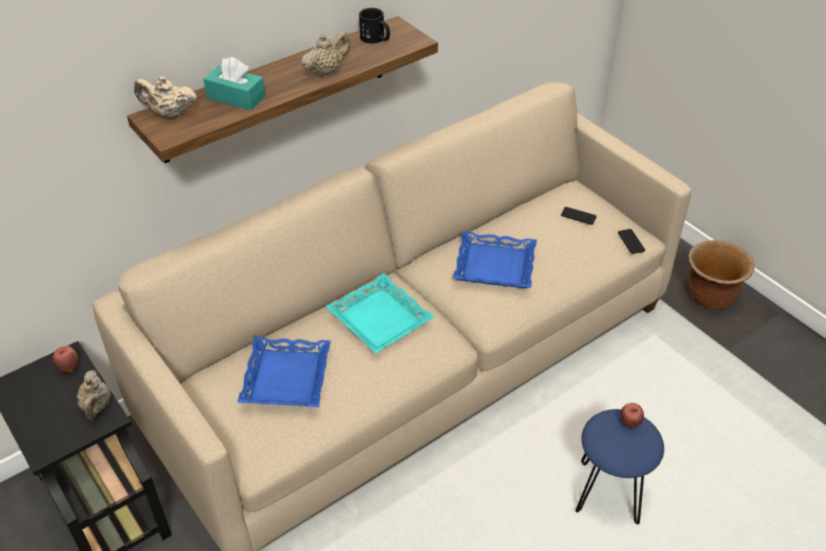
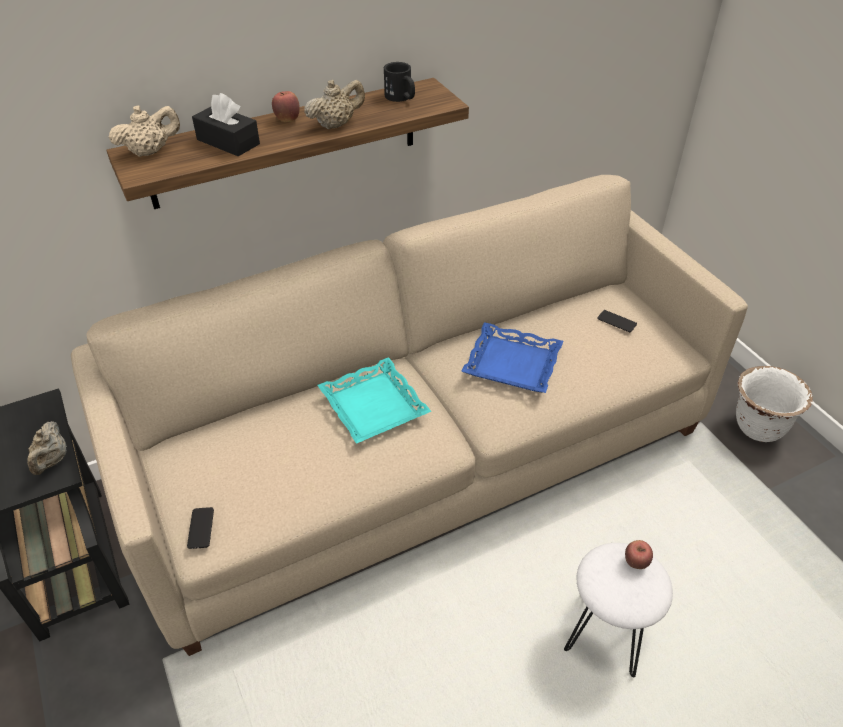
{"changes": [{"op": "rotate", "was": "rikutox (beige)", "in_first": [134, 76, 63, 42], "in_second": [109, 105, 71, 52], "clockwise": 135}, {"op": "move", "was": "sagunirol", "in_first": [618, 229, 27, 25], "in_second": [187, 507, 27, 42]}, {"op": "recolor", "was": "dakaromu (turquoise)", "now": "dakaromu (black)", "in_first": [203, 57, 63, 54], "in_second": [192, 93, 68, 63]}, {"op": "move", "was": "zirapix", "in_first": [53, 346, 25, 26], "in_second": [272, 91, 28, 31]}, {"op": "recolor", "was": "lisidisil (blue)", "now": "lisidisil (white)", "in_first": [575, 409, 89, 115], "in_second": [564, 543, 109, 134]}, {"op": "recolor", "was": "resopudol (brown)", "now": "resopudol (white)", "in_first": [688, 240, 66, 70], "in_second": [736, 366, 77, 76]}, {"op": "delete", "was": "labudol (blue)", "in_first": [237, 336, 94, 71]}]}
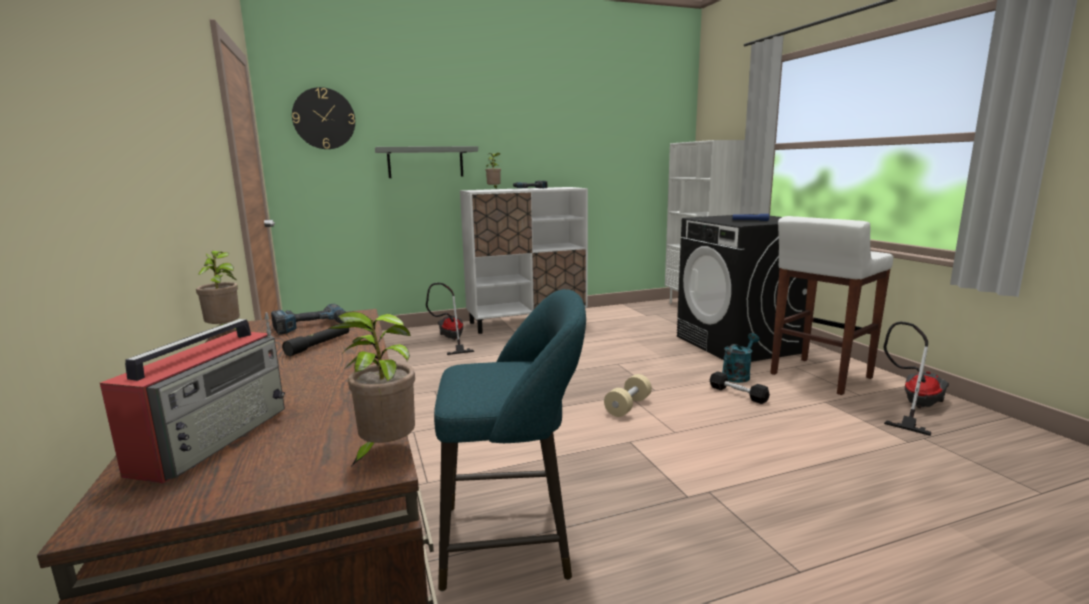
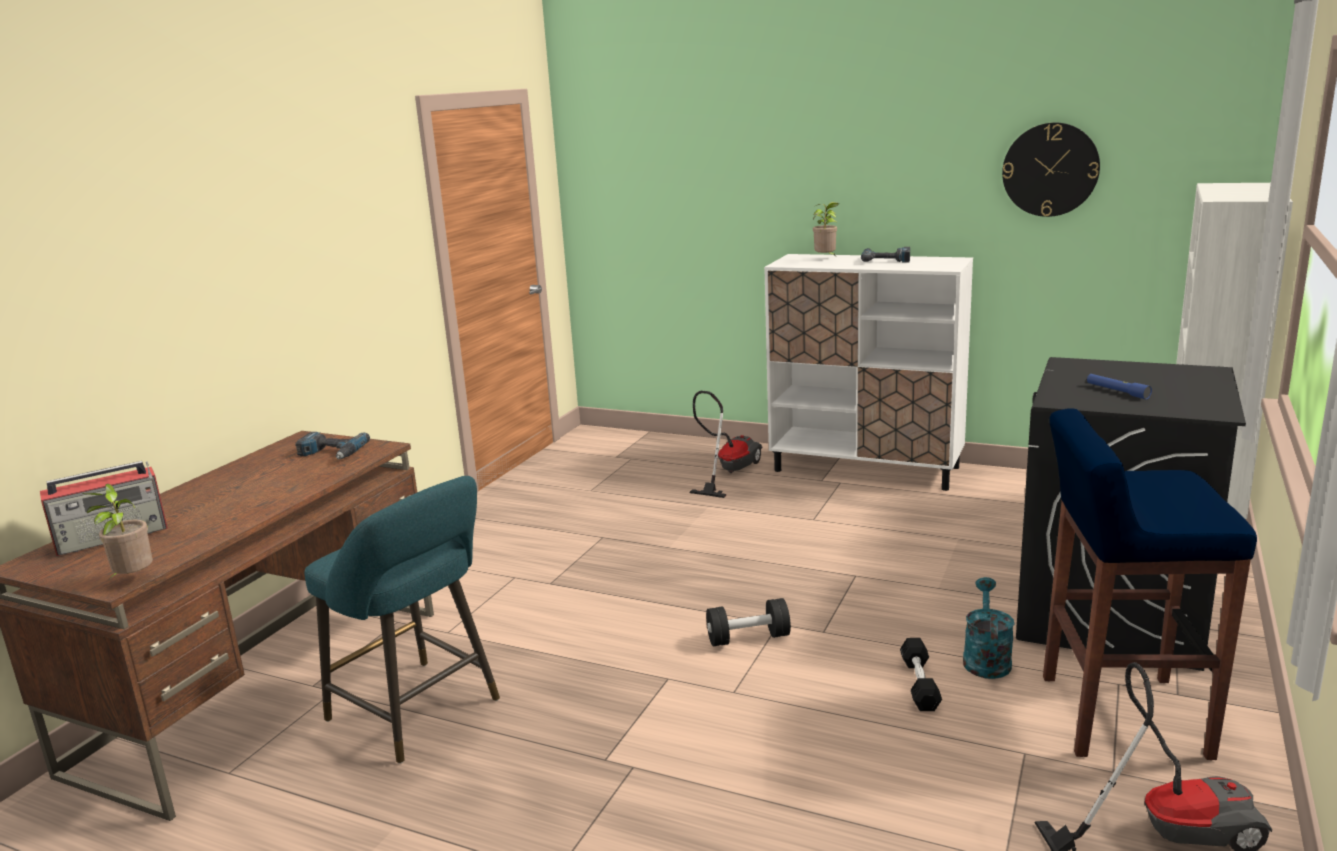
{"changes": [{"op": "recolor", "was": "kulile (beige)", "now": "kulile (black)", "in_first": [604, 374, 48, 43], "in_second": [706, 598, 85, 48]}, {"op": "rotate", "was": "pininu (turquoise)", "in_first": [722, 333, 38, 50], "in_second": [963, 577, 52, 102], "clockwise": -75}, {"op": "move", "was": "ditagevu", "in_first": [292, 87, 63, 62], "in_second": [1002, 123, 98, 94]}, {"op": "recolor", "was": "lisidisil (white)", "now": "lisidisil (blue)", "in_first": [770, 216, 123, 179], "in_second": [1043, 408, 214, 352]}, {"op": "delete", "was": "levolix", "in_first": [196, 251, 44, 78]}, {"op": "delete", "was": "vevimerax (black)", "in_first": [282, 328, 67, 28]}, {"op": "delete", "was": "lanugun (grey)", "in_first": [375, 146, 103, 32]}]}
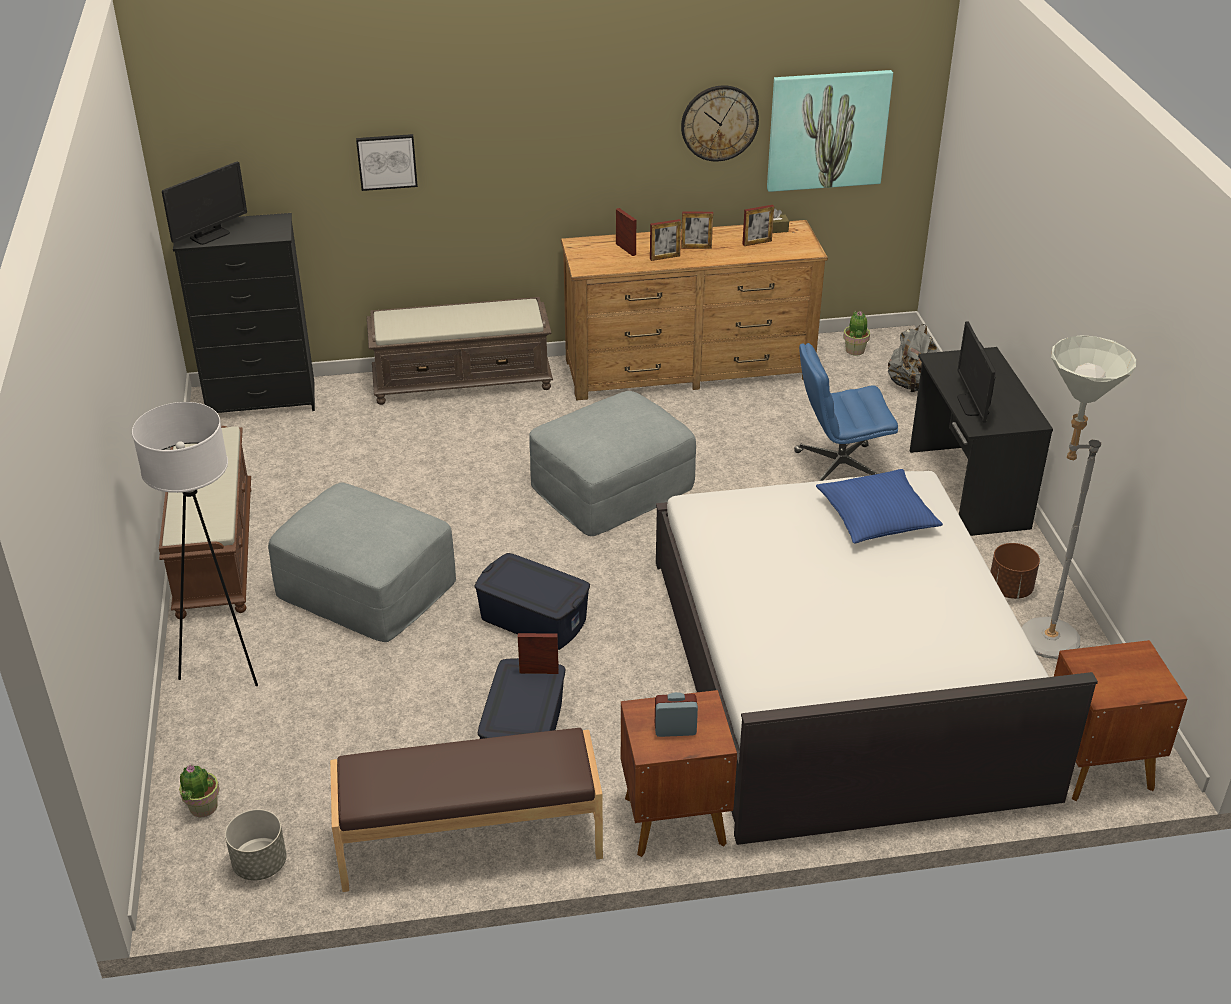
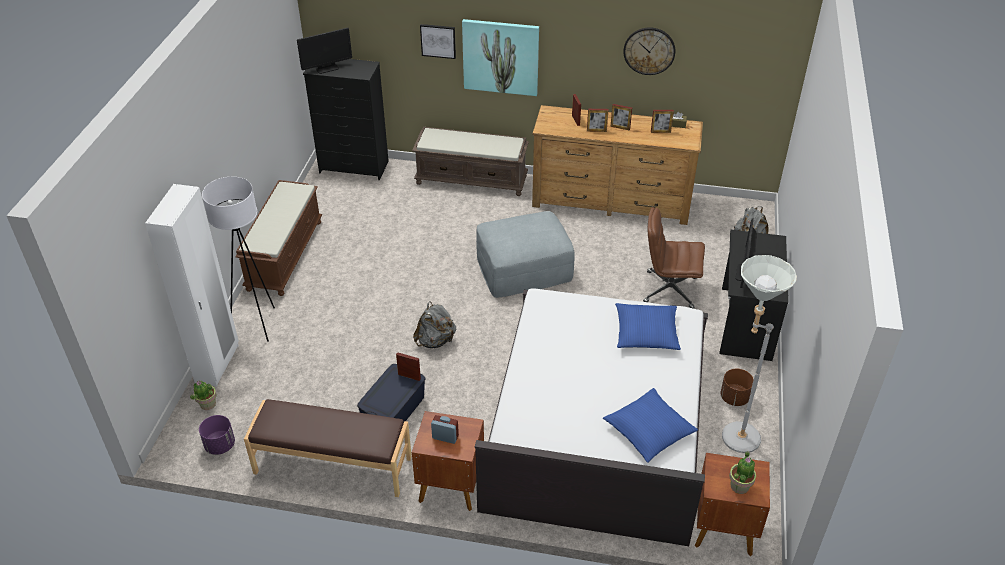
{"changes": [{"op": "insert", "now": "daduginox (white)", "in_second": [145, 184, 94, 202]}, {"op": "recolor", "was": "resopudol (grey)", "now": "resopudol (purple)", "in_first": [225, 809, 62, 72], "in_second": [199, 415, 36, 40]}, {"op": "replace", "was": "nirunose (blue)", "now": "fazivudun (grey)", "in_first": [474, 553, 116, 97], "in_second": [413, 301, 43, 47]}, {"op": "move", "was": "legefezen", "in_first": [767, 70, 126, 122], "in_second": [462, 19, 77, 77]}, {"op": "insert", "now": "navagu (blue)", "in_second": [603, 388, 95, 75]}, {"op": "recolor", "was": "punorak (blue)", "now": "punorak (brown)", "in_first": [794, 343, 104, 138], "in_second": [643, 207, 62, 102]}, {"op": "move", "was": "levolix", "in_first": [843, 310, 27, 46], "in_second": [729, 451, 27, 43]}, {"op": "delete", "was": "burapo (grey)", "in_first": [268, 482, 188, 160]}]}
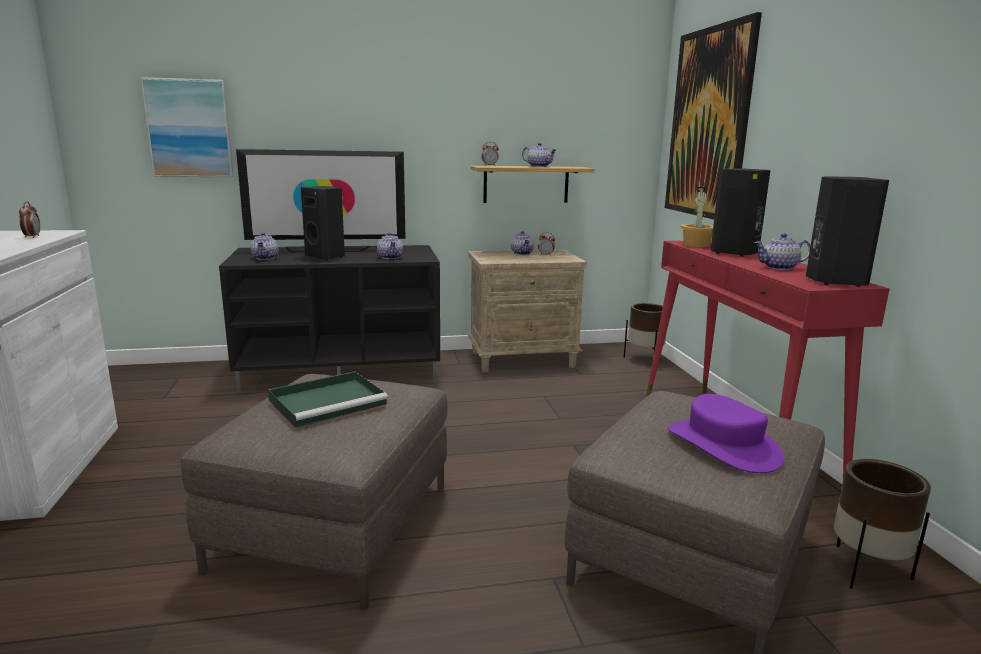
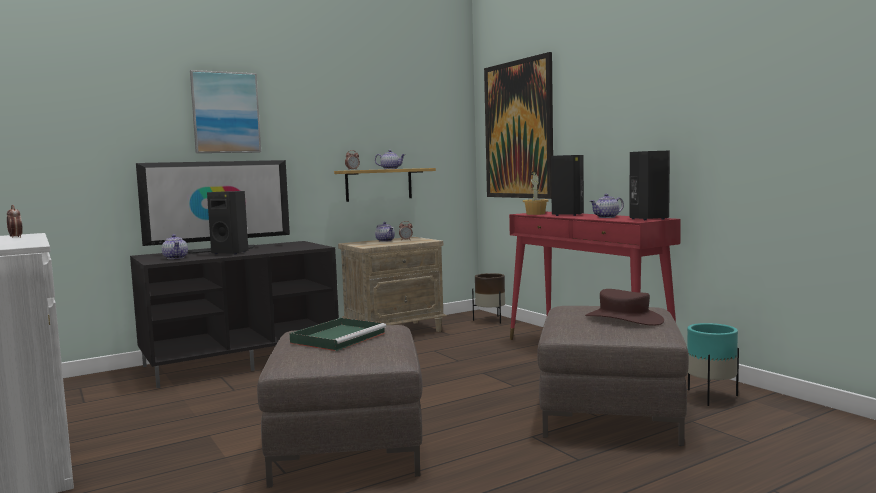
{"changes": [{"op": "move", "was": "legefezen", "in_first": [140, 77, 94, 100], "in_second": [190, 70, 71, 83]}, {"op": "recolor", "was": "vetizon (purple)", "now": "vetizon (brown)", "in_first": [668, 394, 116, 79], "in_second": [585, 289, 79, 37]}, {"op": "recolor", "was": "resopudol (brown)", "now": "resopudol (turquoise)", "in_first": [834, 459, 97, 130], "in_second": [687, 323, 52, 83]}, {"op": "delete", "was": "rikutox", "in_first": [377, 232, 26, 27]}]}
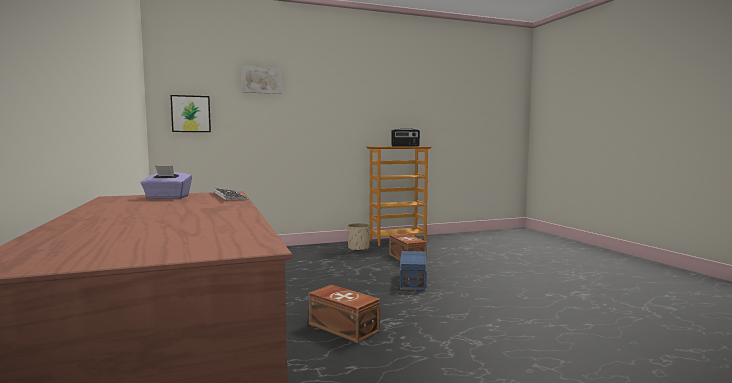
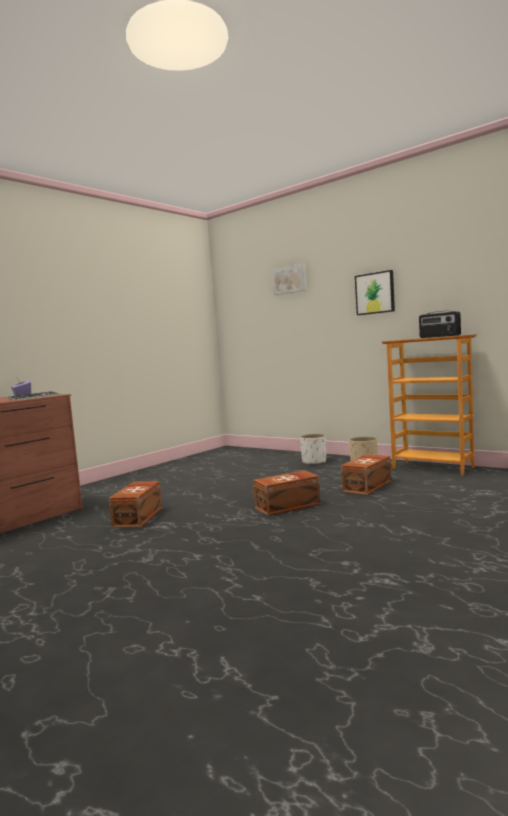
{"changes": [{"op": "recolor", "was": "nirunose (blue)", "now": "nirunose (brown)", "in_first": [400, 251, 27, 39], "in_second": [253, 471, 68, 45]}, {"op": "insert", "now": "resopudol (white)", "in_second": [300, 434, 26, 31]}, {"op": "move", "was": "legefezen", "in_first": [170, 95, 41, 37], "in_second": [355, 270, 40, 45]}]}
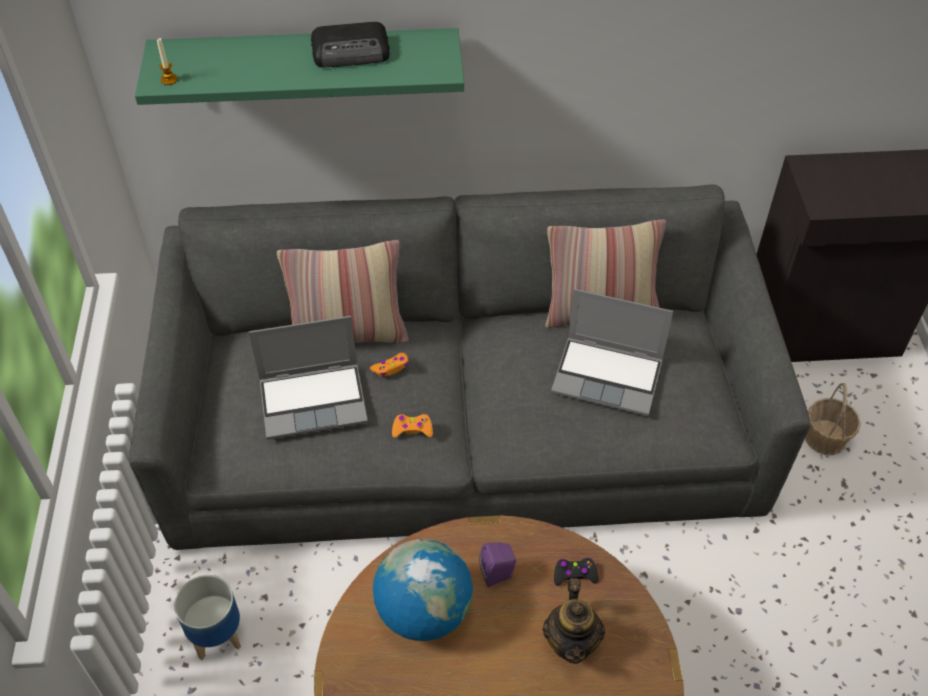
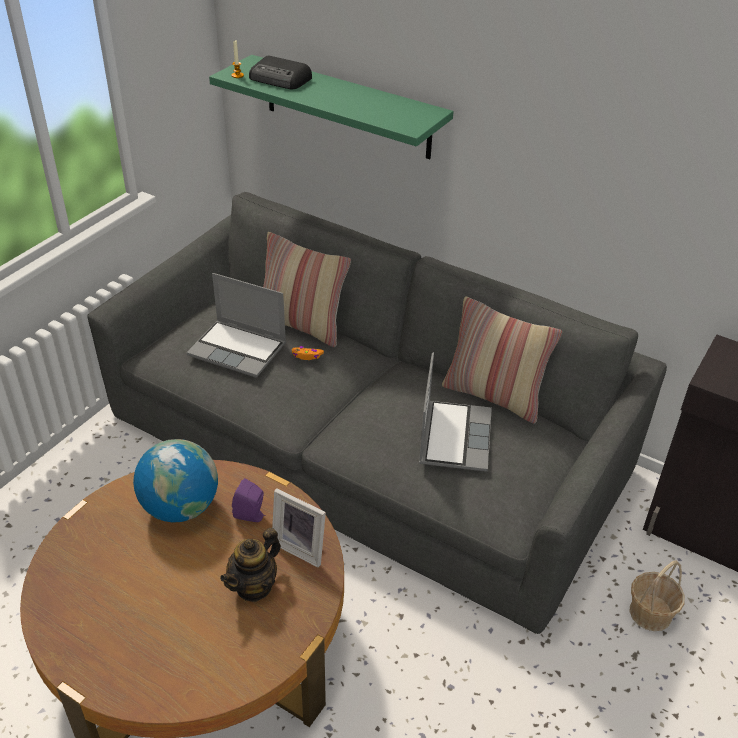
{"changes": [{"op": "move", "was": "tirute", "in_first": [311, 22, 79, 45], "in_second": [249, 56, 63, 33]}, {"op": "replace", "was": "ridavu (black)", "now": "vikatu", "in_first": [554, 558, 45, 28], "in_second": [272, 488, 54, 80]}, {"op": "rotate", "was": "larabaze", "in_first": [551, 289, 122, 127], "in_second": [419, 352, 73, 120], "clockwise": -135}, {"op": "delete", "was": "resopudol", "in_first": [174, 575, 67, 84]}, {"op": "delete", "was": "ridavu (orange)", "in_first": [392, 414, 41, 24]}]}
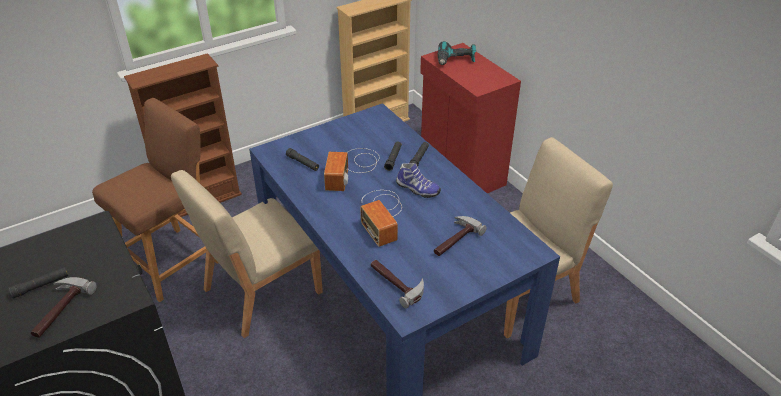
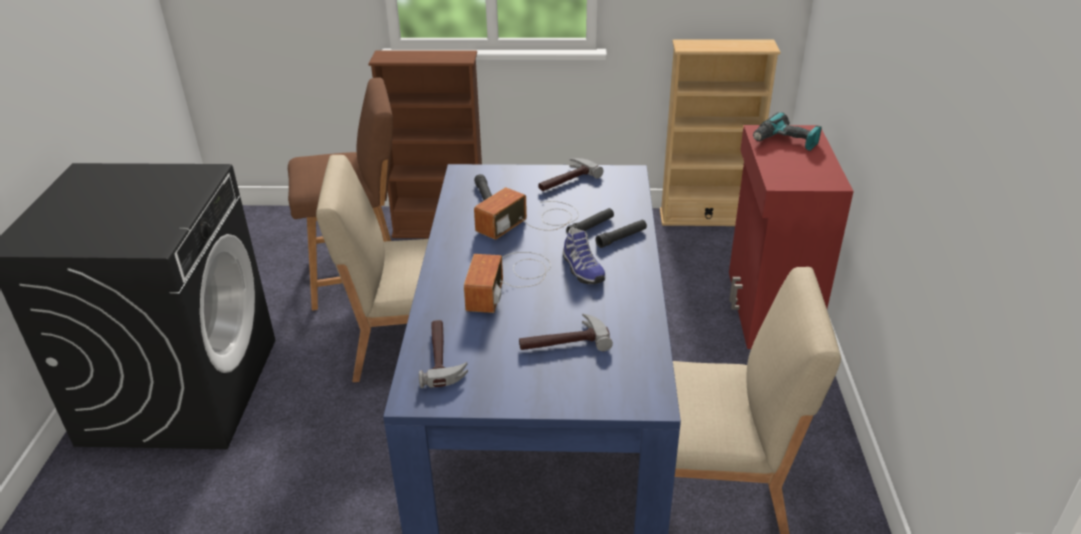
{"changes": [{"op": "move", "was": "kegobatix", "in_first": [31, 277, 66, 61], "in_second": [538, 158, 65, 33]}, {"op": "delete", "was": "vevimerax (black)", "in_first": [9, 267, 59, 32]}]}
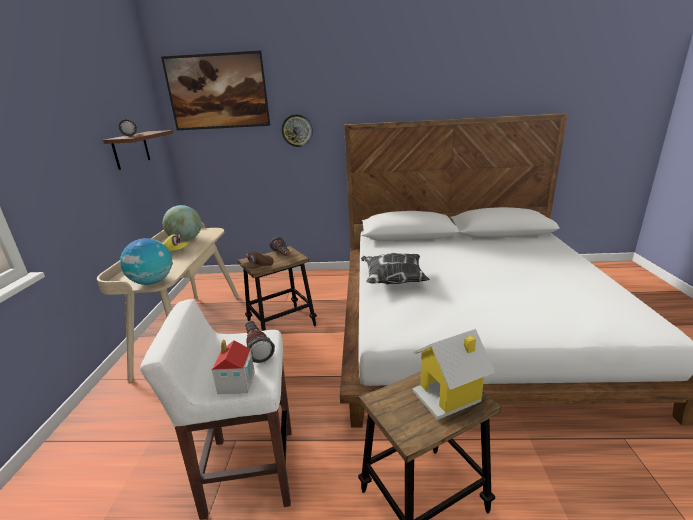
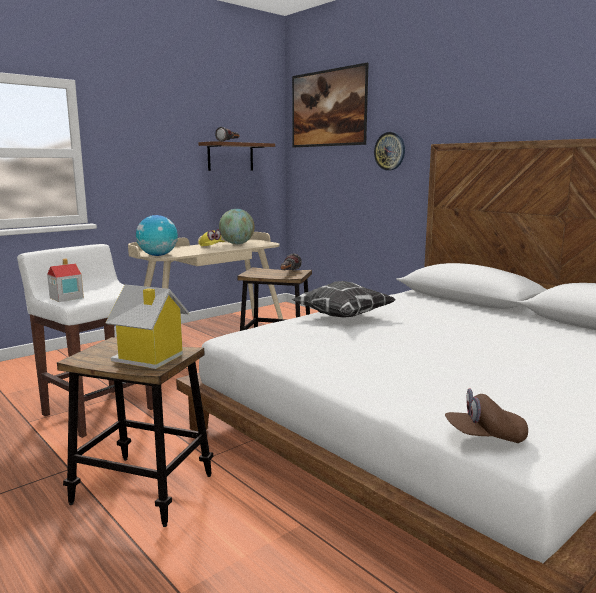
{"changes": [{"op": "move", "was": "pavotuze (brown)", "in_first": [240, 251, 34, 18], "in_second": [445, 389, 83, 54]}, {"op": "delete", "was": "vevimerax", "in_first": [245, 321, 30, 42]}]}
